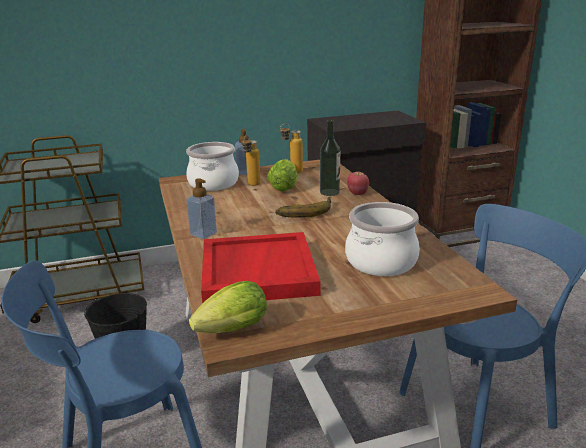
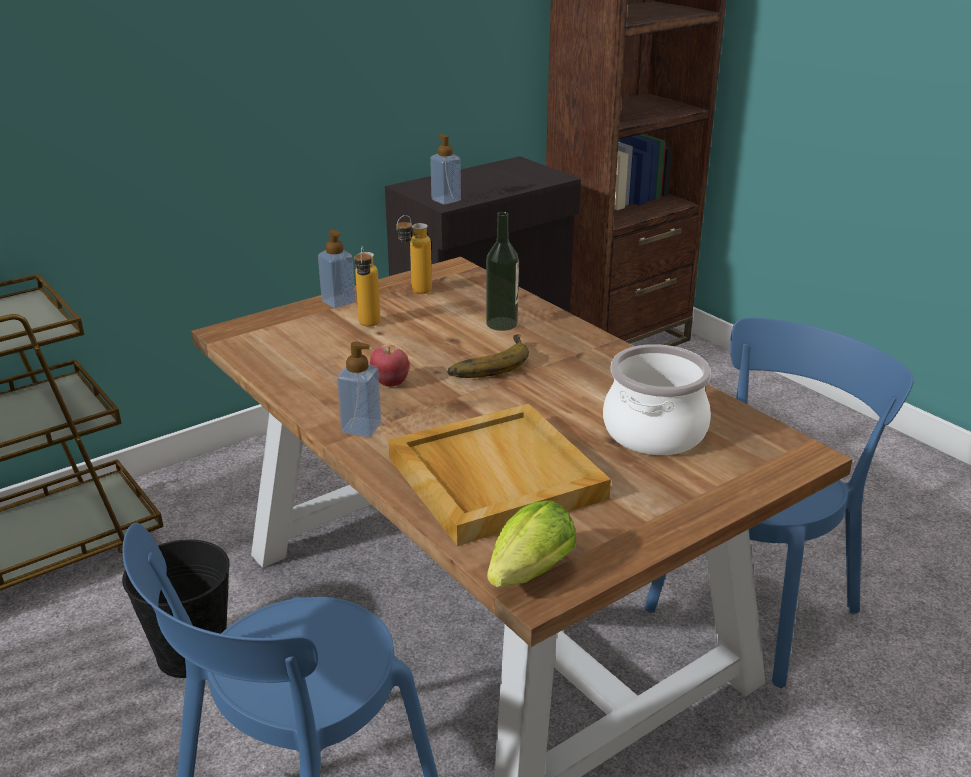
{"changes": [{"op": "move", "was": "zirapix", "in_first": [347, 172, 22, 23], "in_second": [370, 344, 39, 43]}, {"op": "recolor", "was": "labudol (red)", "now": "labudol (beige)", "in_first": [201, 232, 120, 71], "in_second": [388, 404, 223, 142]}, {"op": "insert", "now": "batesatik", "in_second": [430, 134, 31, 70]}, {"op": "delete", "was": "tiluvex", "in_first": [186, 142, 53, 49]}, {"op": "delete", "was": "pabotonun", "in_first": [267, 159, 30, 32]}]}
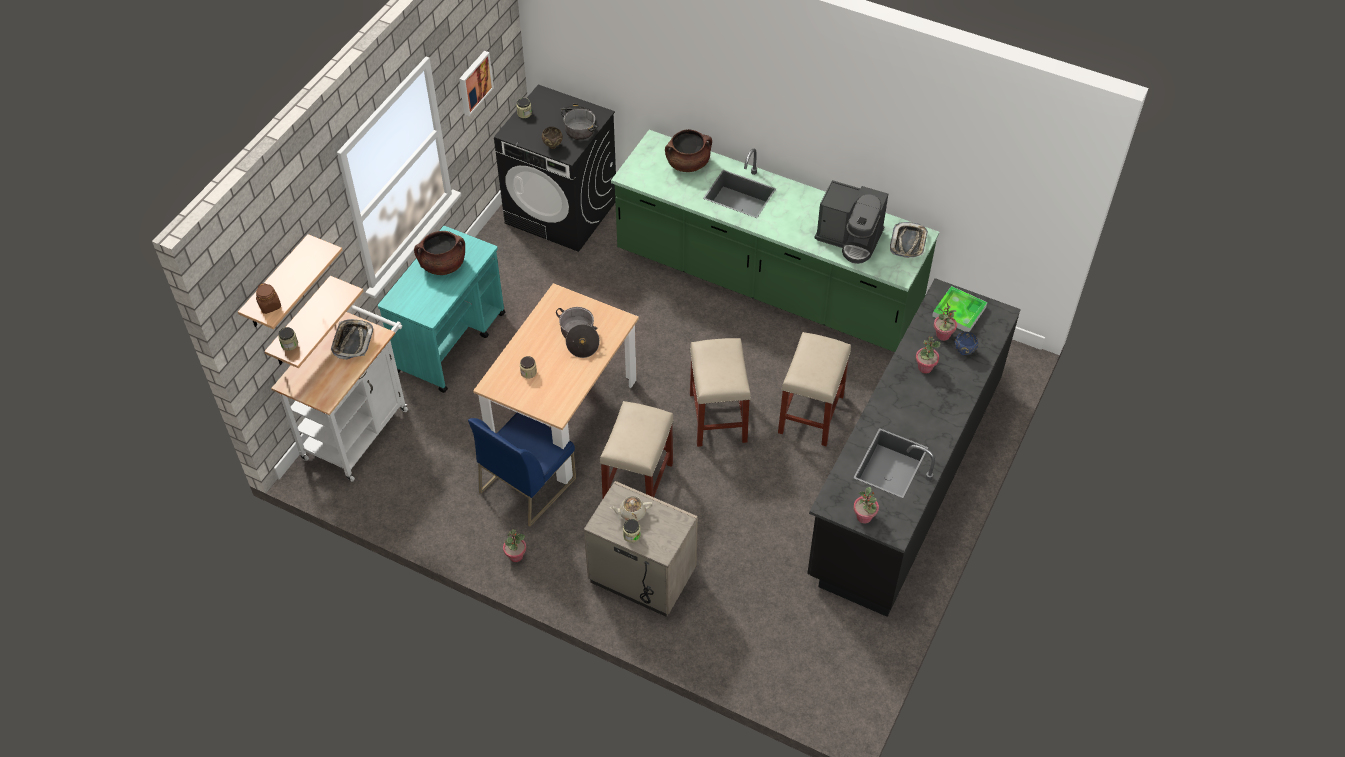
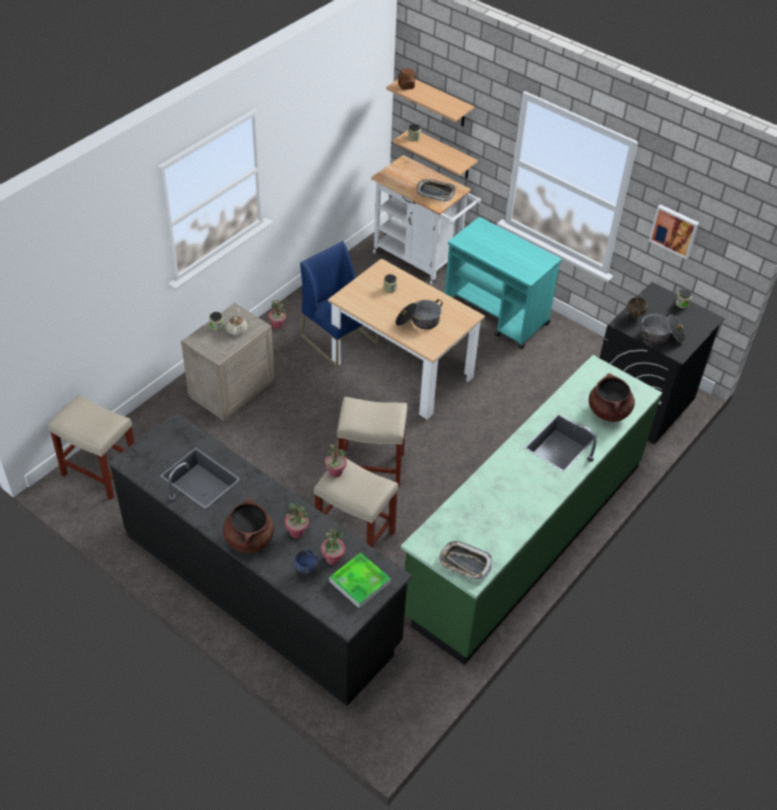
{"changes": [{"op": "move", "was": "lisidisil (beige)", "in_first": [600, 401, 74, 97], "in_second": [48, 395, 87, 105]}, {"op": "move", "was": "tiluvex (brown)", "in_first": [414, 231, 51, 44], "in_second": [223, 497, 51, 56]}, {"op": "move", "was": "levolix", "in_first": [853, 487, 26, 37], "in_second": [325, 441, 22, 36]}, {"op": "delete", "was": "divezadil", "in_first": [814, 180, 74, 84]}]}
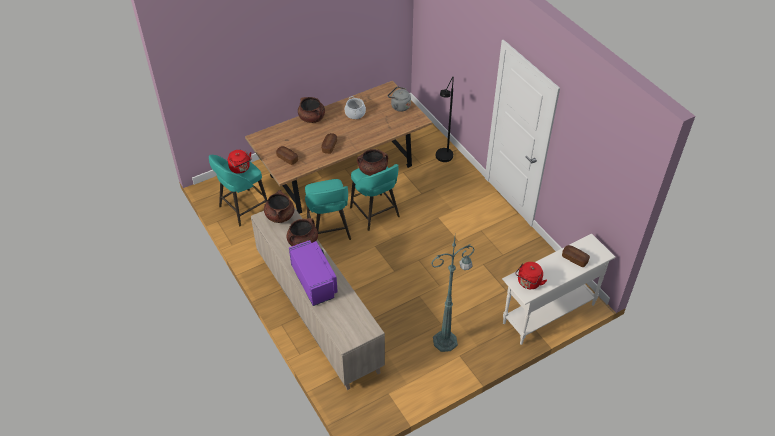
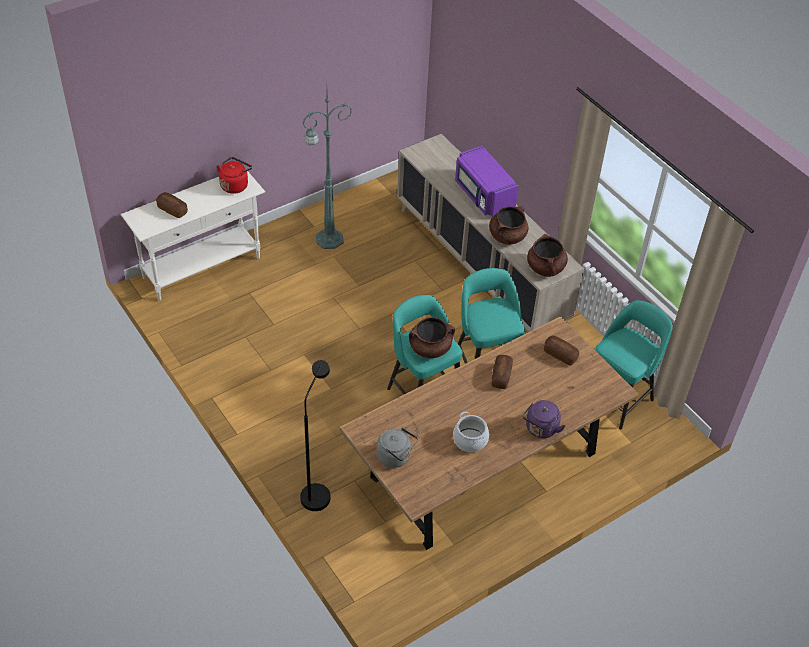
{"changes": [{"op": "replace", "was": "tiluvex (brown)", "now": "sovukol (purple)", "in_first": [298, 97, 27, 26], "in_second": [523, 400, 42, 38]}, {"op": "delete", "was": "sovukol (red)", "in_first": [228, 150, 24, 24]}]}
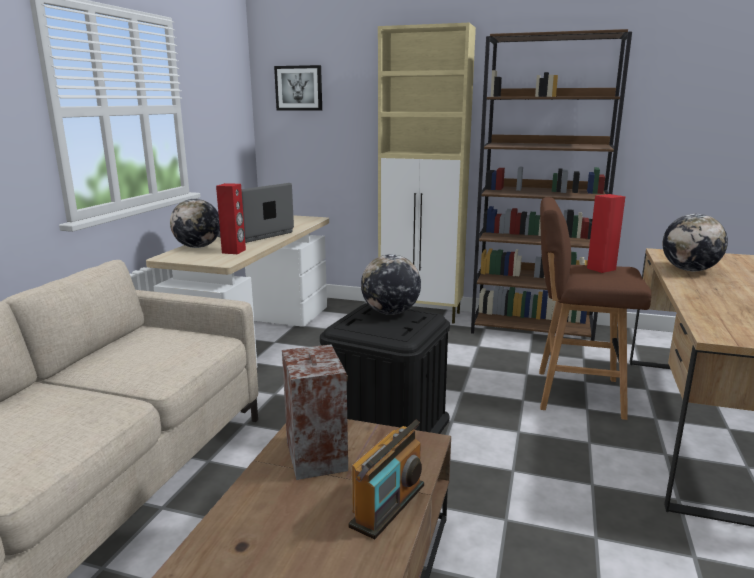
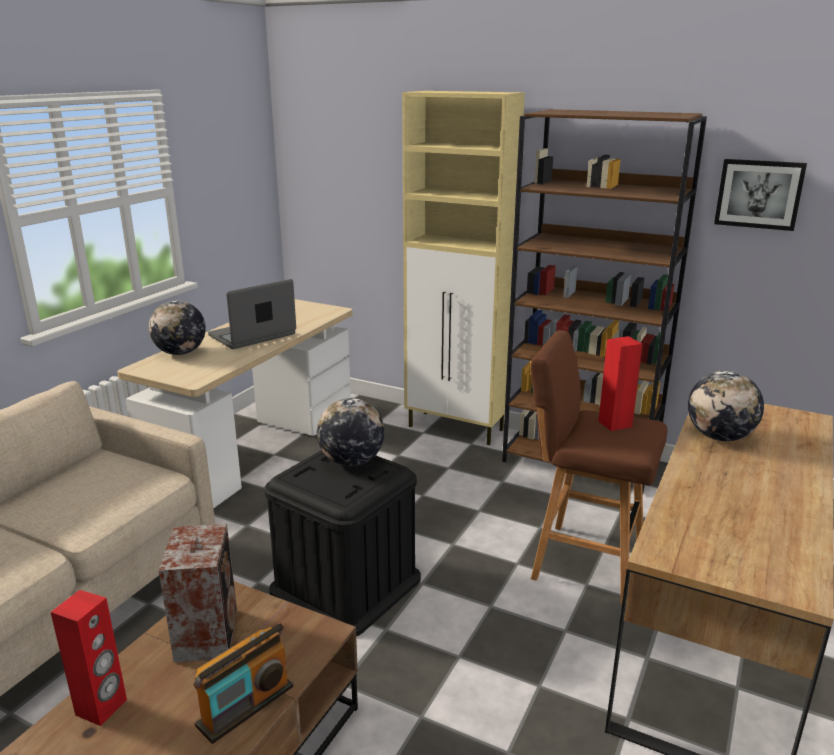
{"changes": [{"op": "move", "was": "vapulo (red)", "in_first": [216, 183, 30, 71], "in_second": [51, 590, 76, 136]}, {"op": "move", "was": "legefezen", "in_first": [274, 65, 48, 46], "in_second": [714, 159, 93, 72]}]}
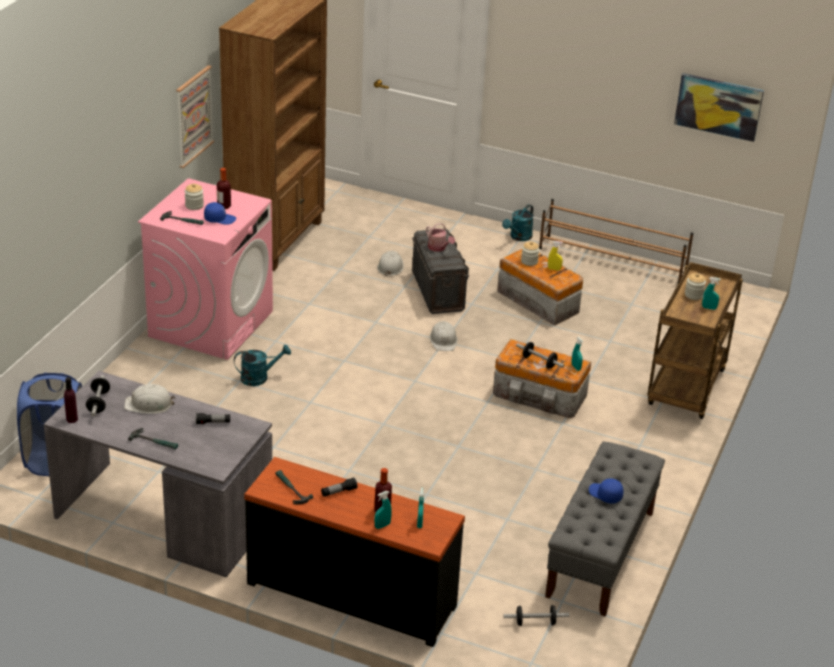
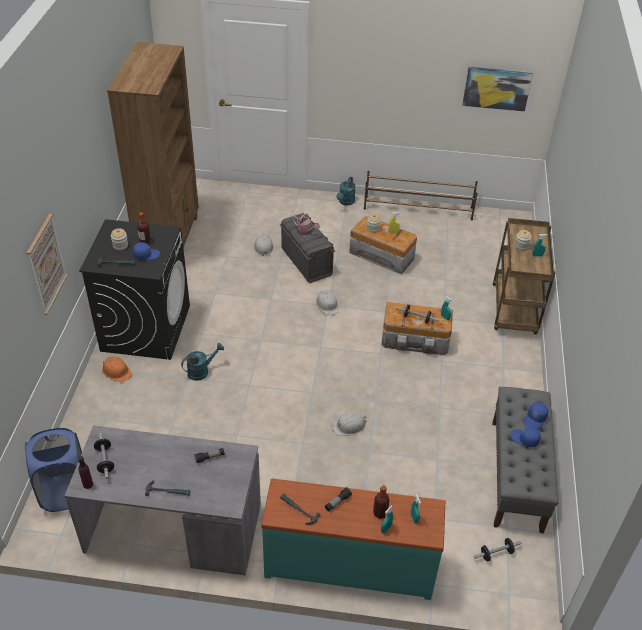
{"changes": [{"op": "move", "was": "legefezen", "in_first": [176, 65, 38, 103], "in_second": [27, 214, 41, 101]}, {"op": "recolor", "was": "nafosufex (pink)", "now": "nafosufex (black)", "in_first": [138, 178, 135, 182], "in_second": [79, 219, 111, 141]}, {"op": "insert", "now": "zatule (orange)", "in_second": [102, 357, 30, 25]}, {"op": "recolor", "was": "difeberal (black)", "now": "difeberal (turquoise)", "in_first": [244, 457, 221, 190], "in_second": [261, 478, 184, 122]}, {"op": "move", "was": "zatule (white)", "in_first": [124, 384, 52, 30], "in_second": [331, 411, 35, 25]}, {"op": "insert", "now": "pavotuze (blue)", "in_second": [524, 402, 24, 27]}]}
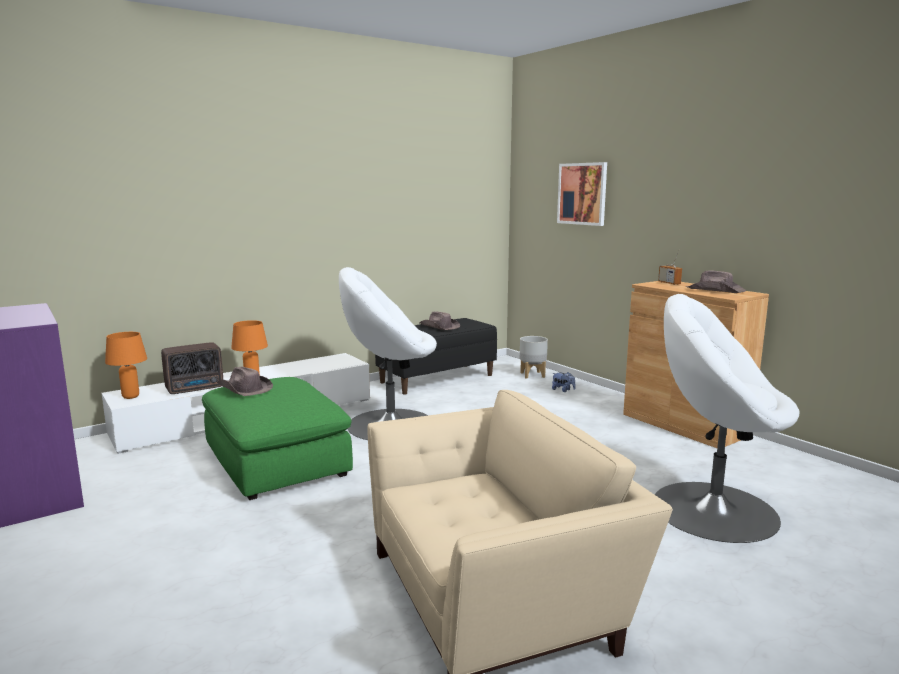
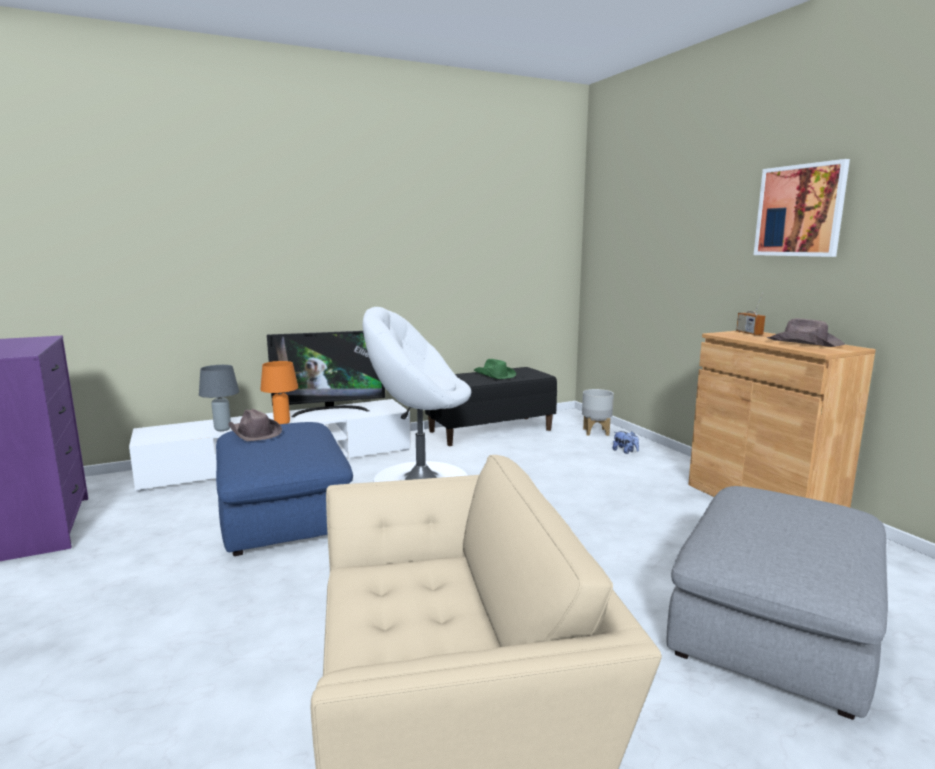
{"changes": [{"op": "replace", "was": "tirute", "now": "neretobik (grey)", "in_first": [161, 342, 62, 52], "in_second": [199, 365, 40, 66]}, {"op": "recolor", "was": "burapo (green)", "now": "burapo (blue)", "in_first": [202, 377, 151, 123], "in_second": [216, 422, 137, 134]}, {"op": "insert", "now": "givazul", "in_second": [267, 331, 118, 86]}, {"op": "recolor", "was": "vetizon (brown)", "now": "vetizon (green)", "in_first": [420, 311, 40, 19], "in_second": [474, 359, 42, 20]}, {"op": "replace", "was": "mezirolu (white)", "now": "burapo (grey)", "in_first": [655, 294, 144, 249], "in_second": [666, 486, 222, 234]}, {"op": "move", "was": "legefezen", "in_first": [557, 162, 50, 64], "in_second": [754, 159, 96, 98]}, {"op": "delete", "was": "neretobik (orange)", "in_first": [105, 332, 42, 67]}]}
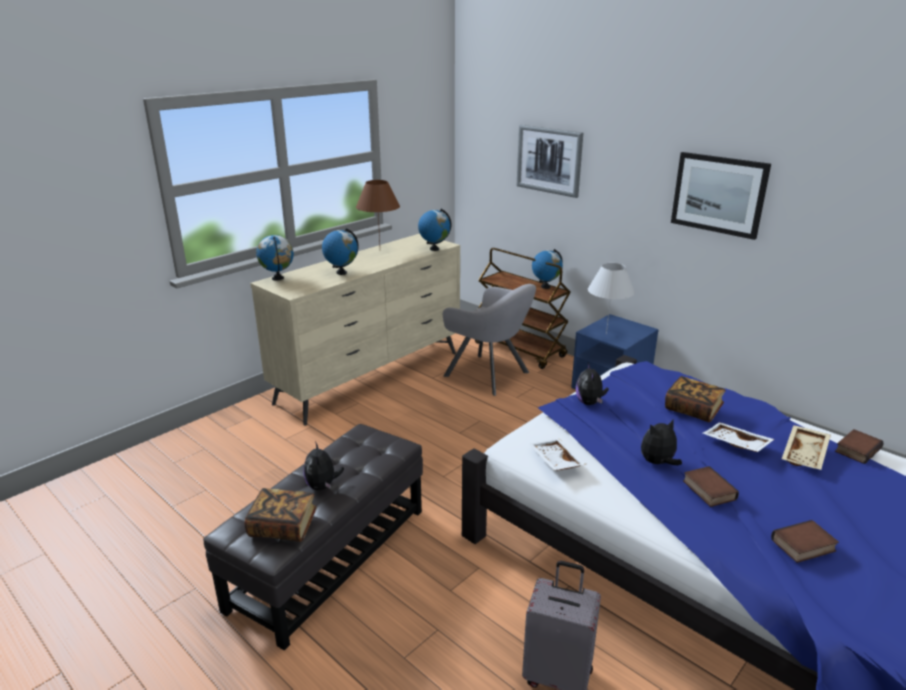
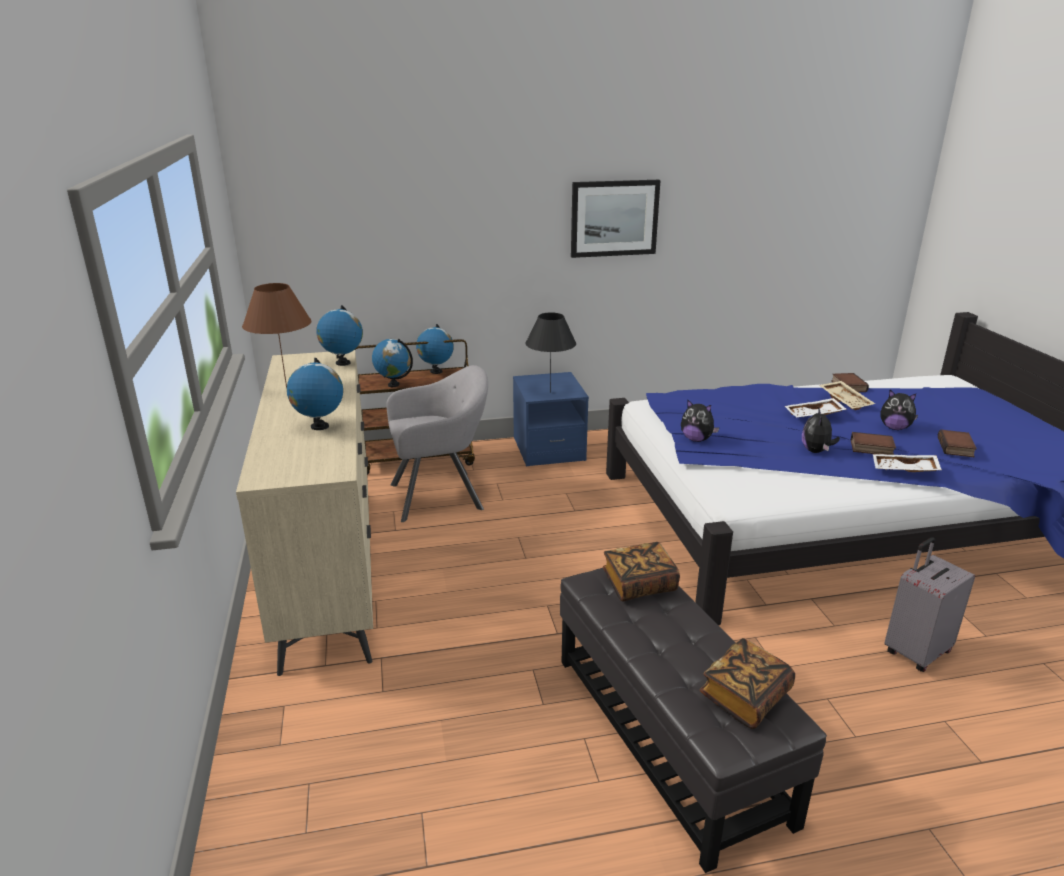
{"changes": [{"op": "move", "was": "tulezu", "in_first": [256, 235, 38, 46], "in_second": [372, 339, 41, 48]}, {"op": "recolor", "was": "neretobik (white)", "now": "neretobik (black)", "in_first": [588, 263, 47, 72], "in_second": [525, 313, 51, 80]}, {"op": "move", "was": "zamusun", "in_first": [665, 376, 61, 46], "in_second": [603, 542, 77, 59]}, {"op": "move", "was": "labudol (white)", "in_first": [529, 439, 57, 32], "in_second": [873, 454, 69, 18]}, {"op": "move", "was": "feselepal", "in_first": [303, 441, 41, 49], "in_second": [880, 390, 38, 40]}, {"op": "delete", "was": "legefezen", "in_first": [517, 125, 66, 73]}]}
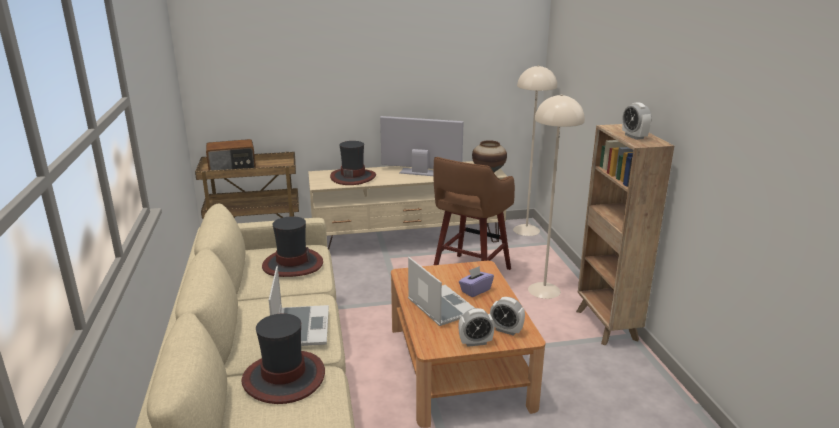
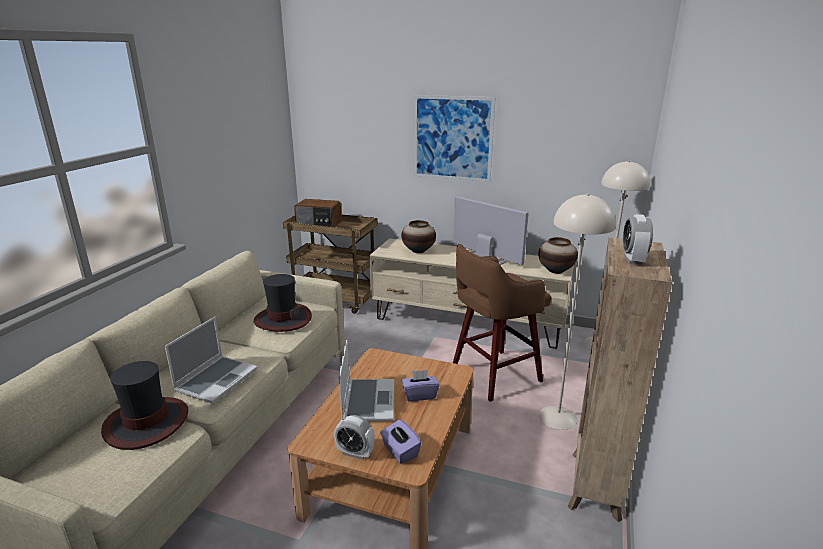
{"changes": [{"op": "replace", "was": "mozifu", "now": "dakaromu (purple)", "in_first": [490, 297, 35, 39], "in_second": [380, 419, 41, 45]}, {"op": "replace", "was": "vetizon", "now": "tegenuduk", "in_first": [330, 141, 46, 44], "in_second": [401, 220, 35, 33]}, {"op": "insert", "now": "legefezen", "in_second": [414, 95, 82, 87]}]}
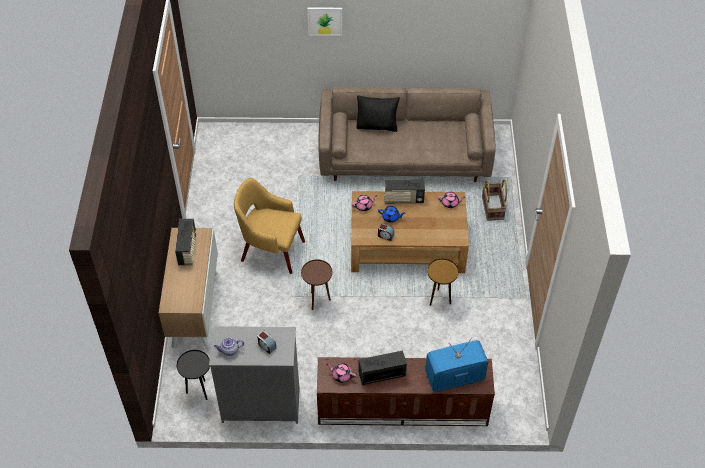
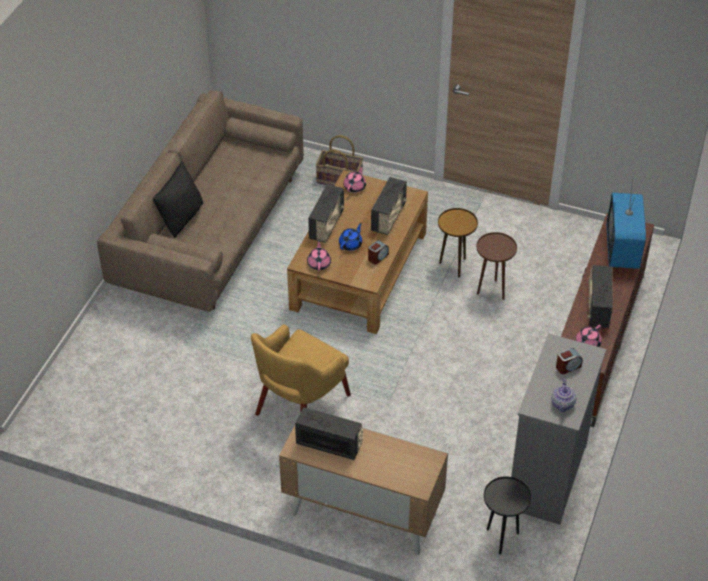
{"changes": [{"op": "insert", "now": "tirute", "in_second": [371, 177, 36, 58]}, {"op": "move", "was": "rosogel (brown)", "in_first": [301, 260, 31, 50], "in_second": [476, 232, 41, 68]}, {"op": "delete", "was": "legefezen", "in_first": [308, 7, 34, 29]}]}
